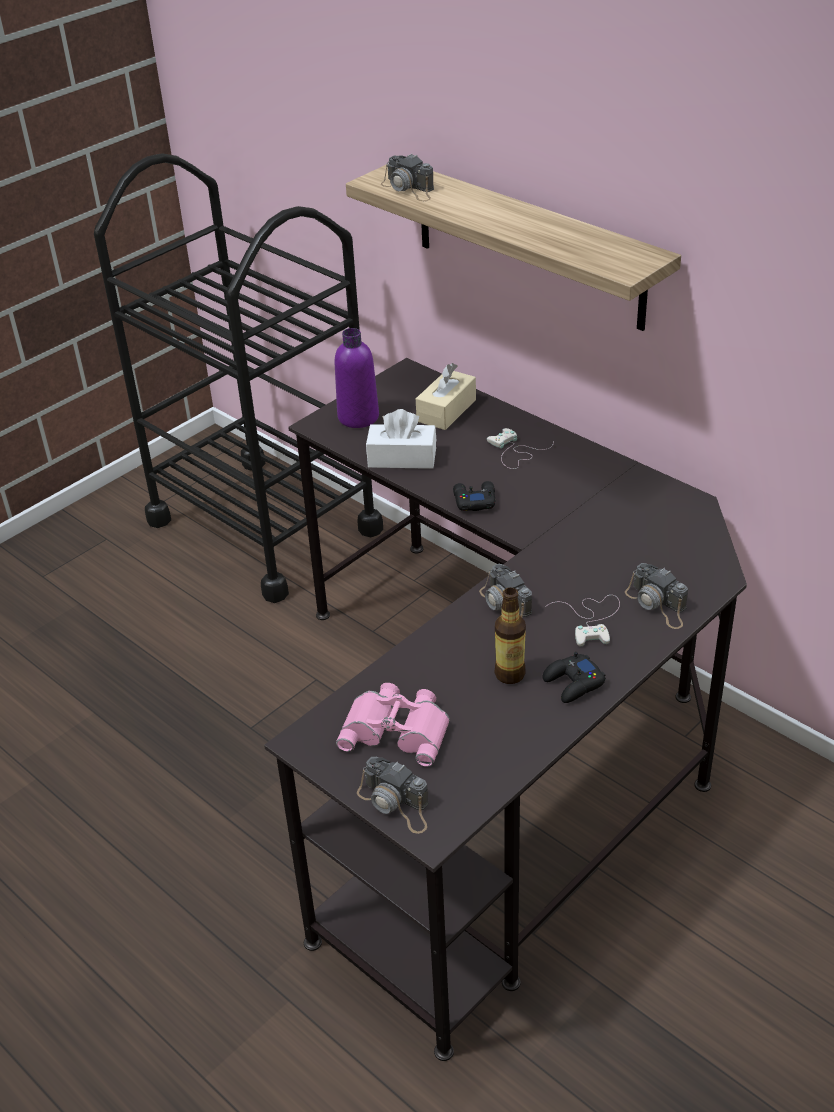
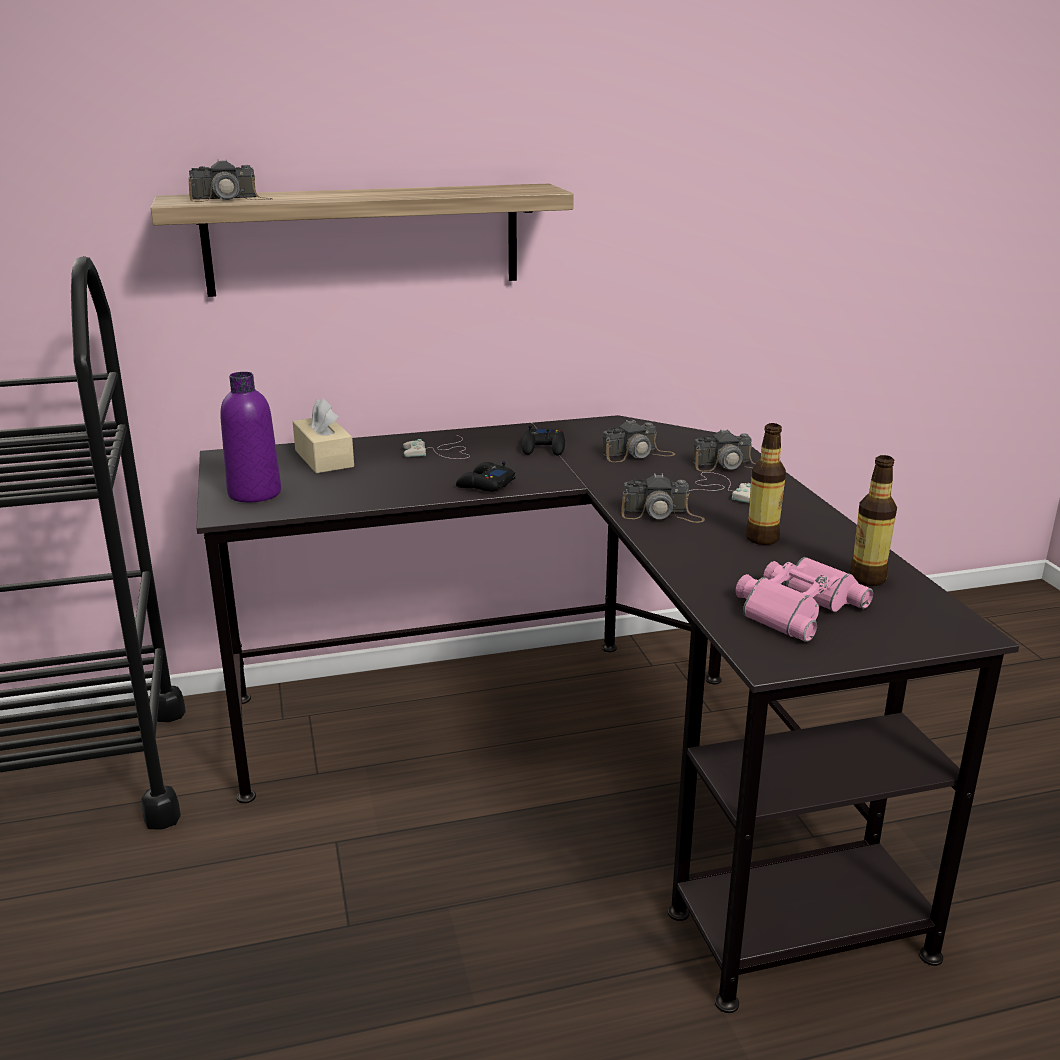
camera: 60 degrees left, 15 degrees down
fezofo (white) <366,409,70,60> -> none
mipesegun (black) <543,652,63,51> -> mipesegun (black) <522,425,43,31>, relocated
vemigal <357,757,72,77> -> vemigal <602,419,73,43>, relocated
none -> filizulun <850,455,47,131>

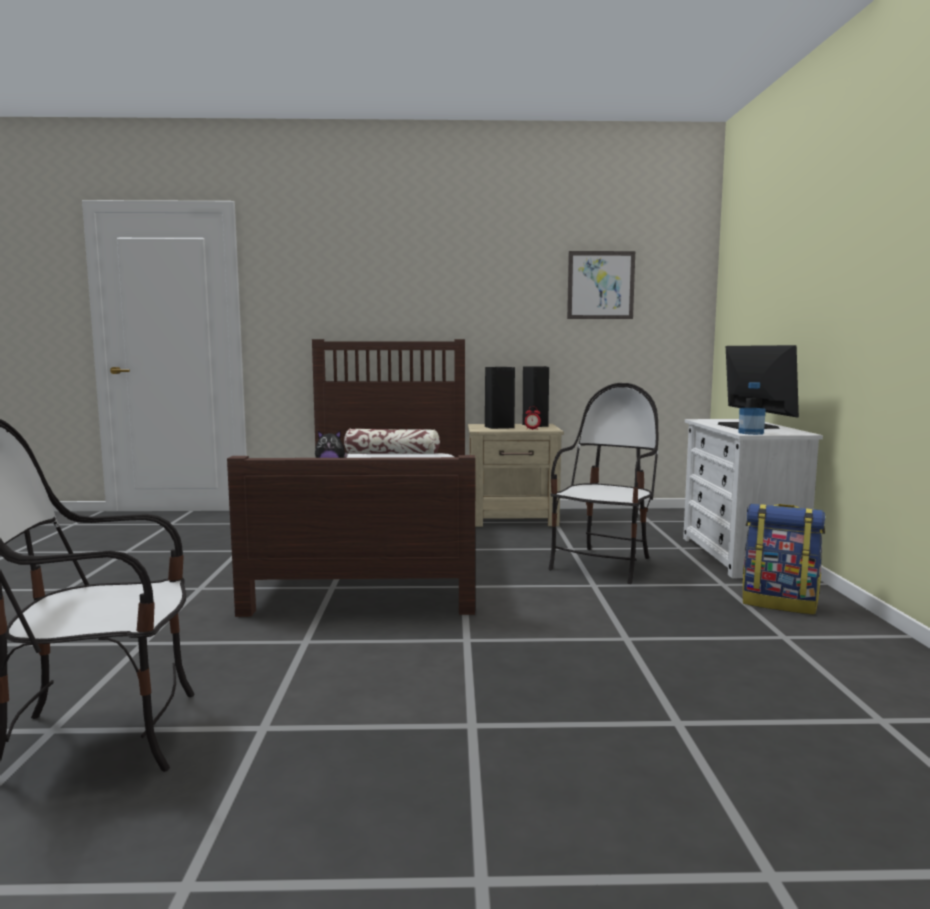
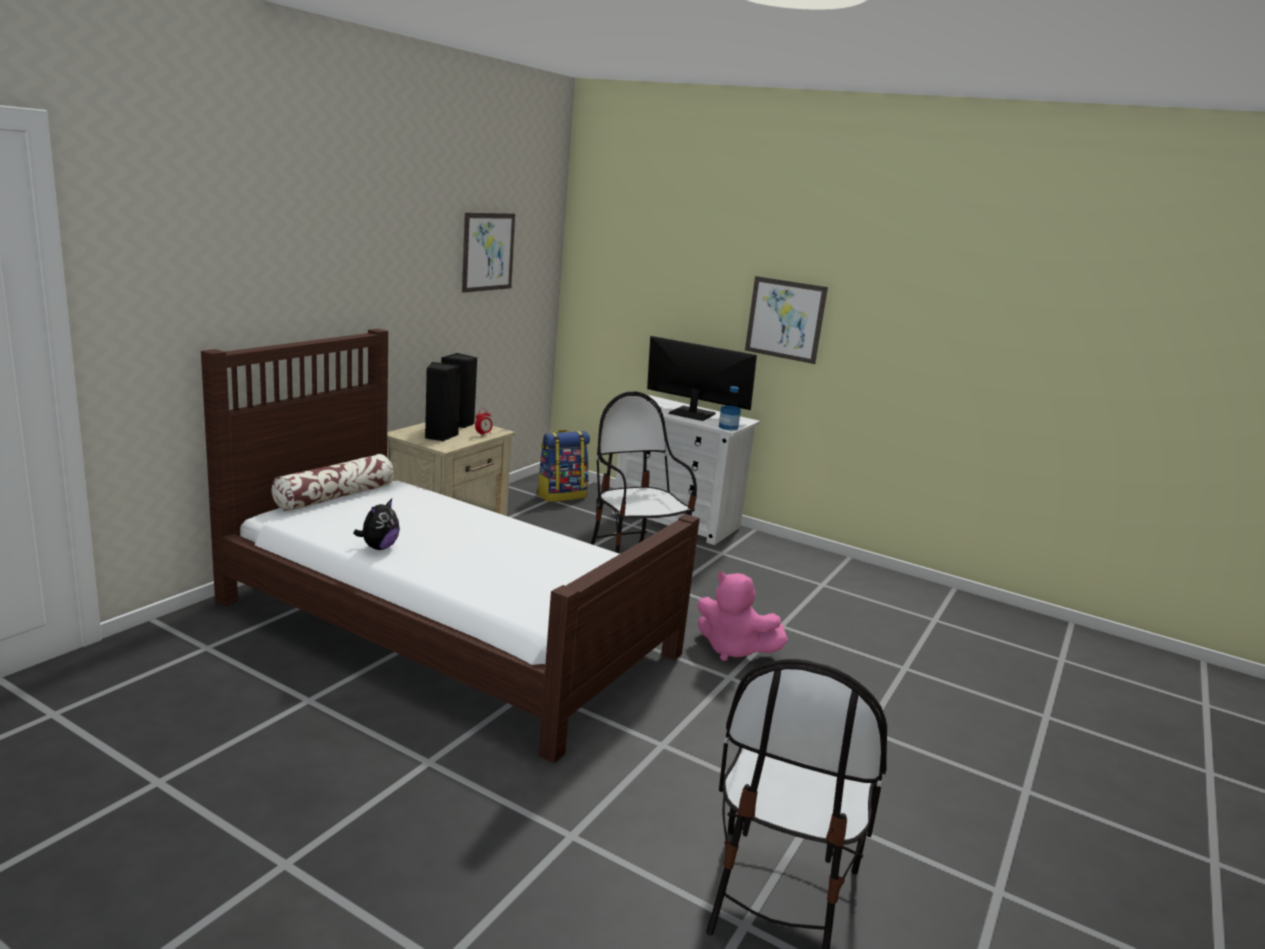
camera: 60 degrees left, 10 degrees up
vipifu <743,504,82,111> -> vipifu <537,430,53,72>, relocated
none -> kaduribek <745,276,83,88>
none -> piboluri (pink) <697,571,91,90>

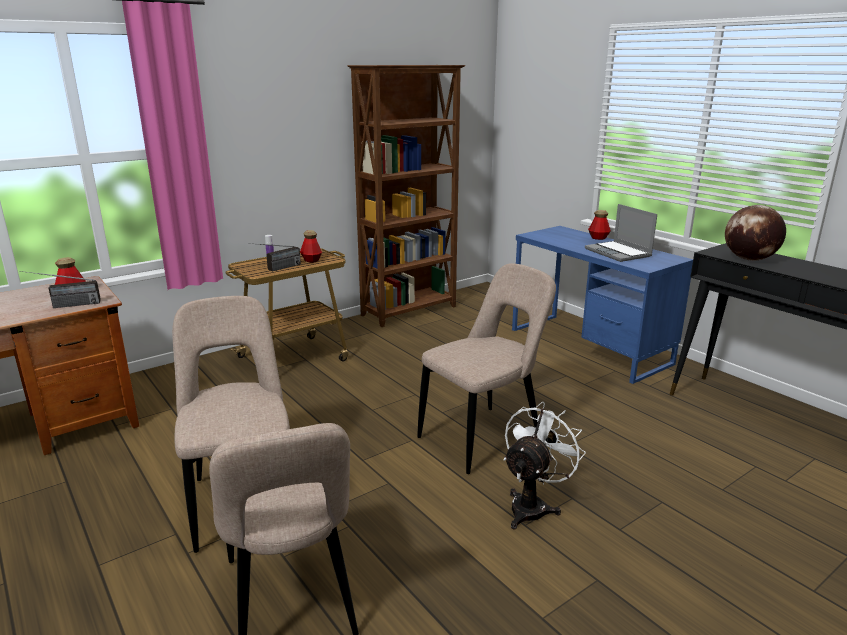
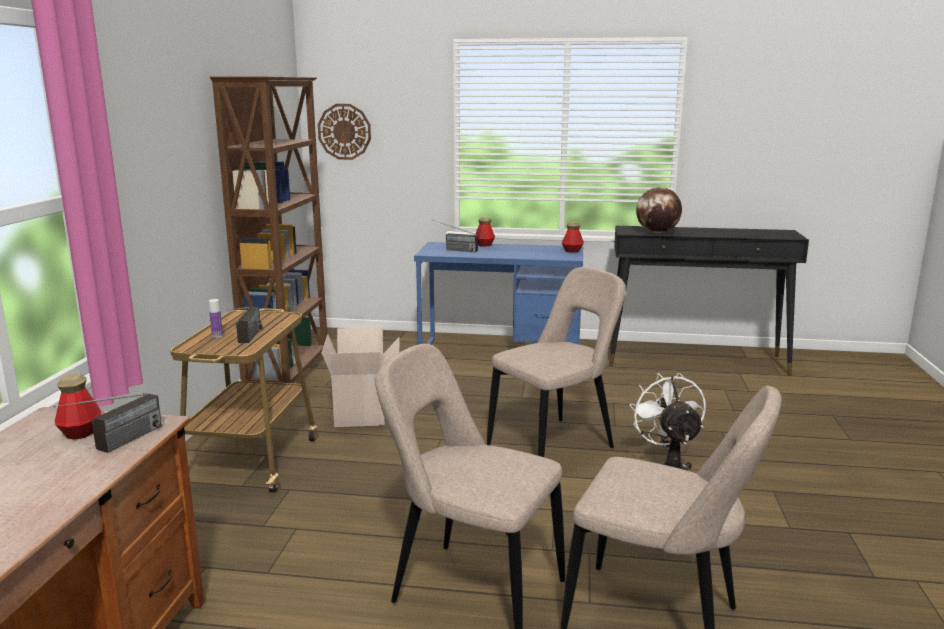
camera: 45 degrees left, 5 degrees down
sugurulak <585,204,72,58> -> none
filizulun <300,230,22,33> -> filizulun <562,222,22,31>, relocated
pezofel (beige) <417,263,139,211> -> pezofel (beige) <487,267,139,190>, 45 degrees clockwise
none -> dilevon <318,104,53,56>
none -> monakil <436,221,42,31>
none -> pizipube <322,327,78,100>

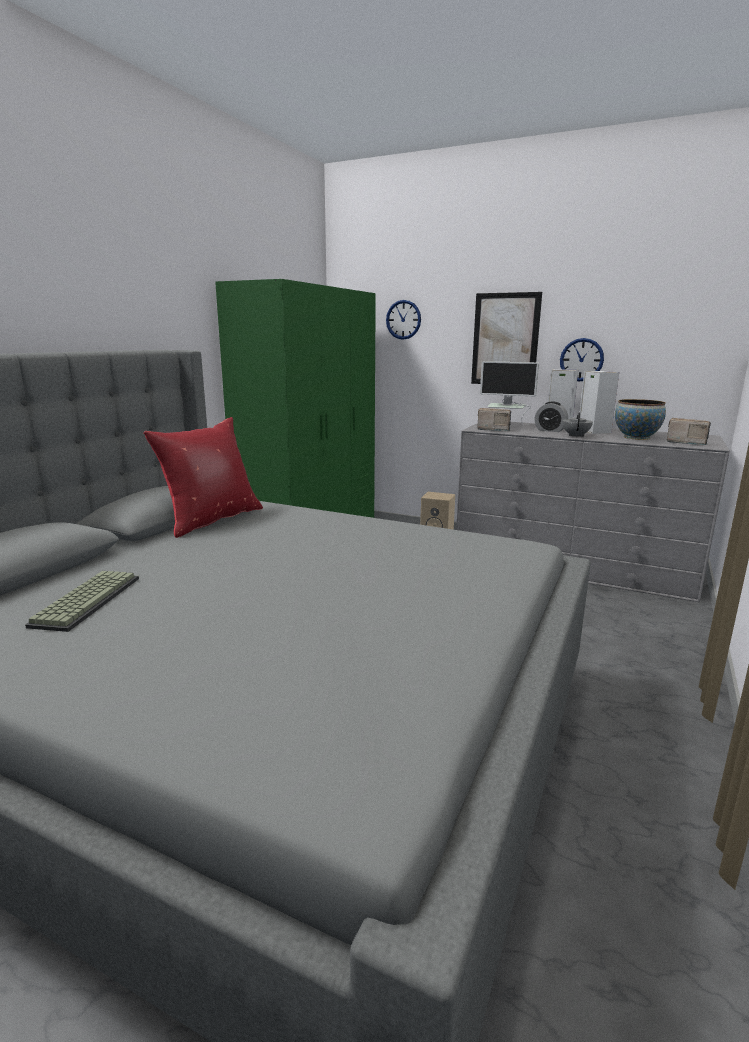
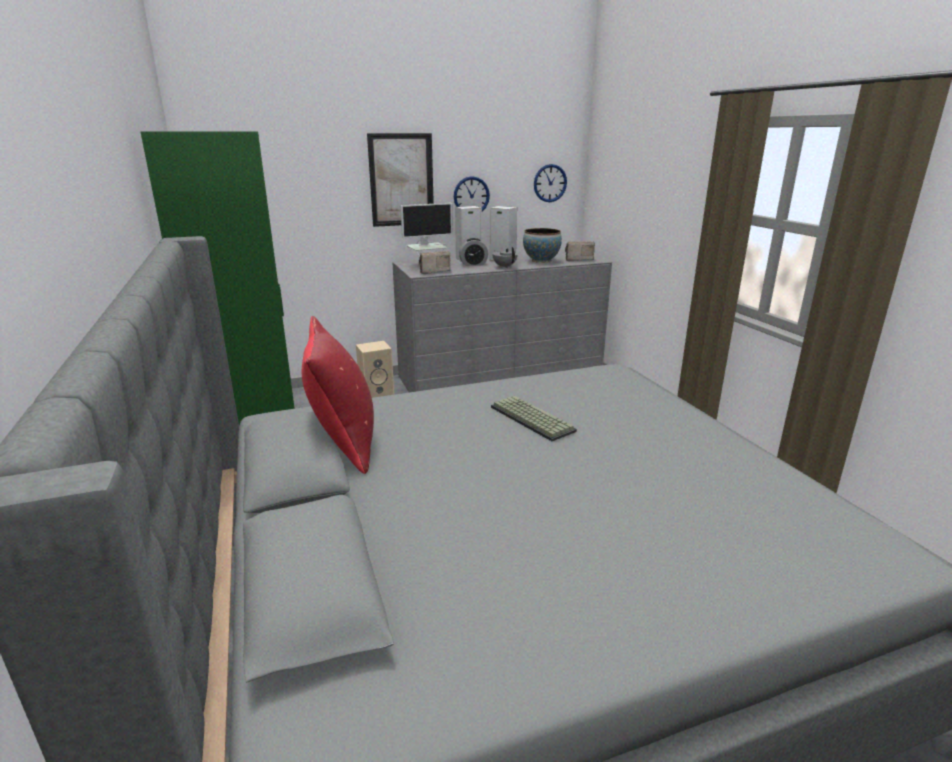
camera: 45 degrees left, 5 degrees up
dilevon <386,300,35,40> -> dilevon <534,164,33,38>, relocated
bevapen <25,571,114,61> -> bevapen <491,396,86,45>, relocated

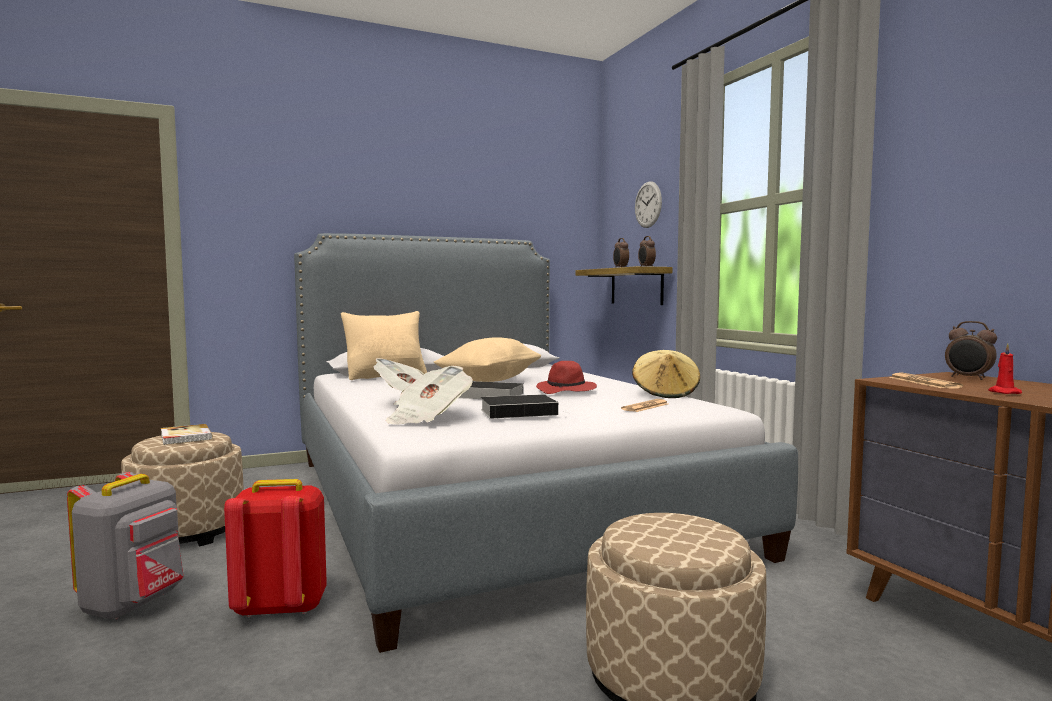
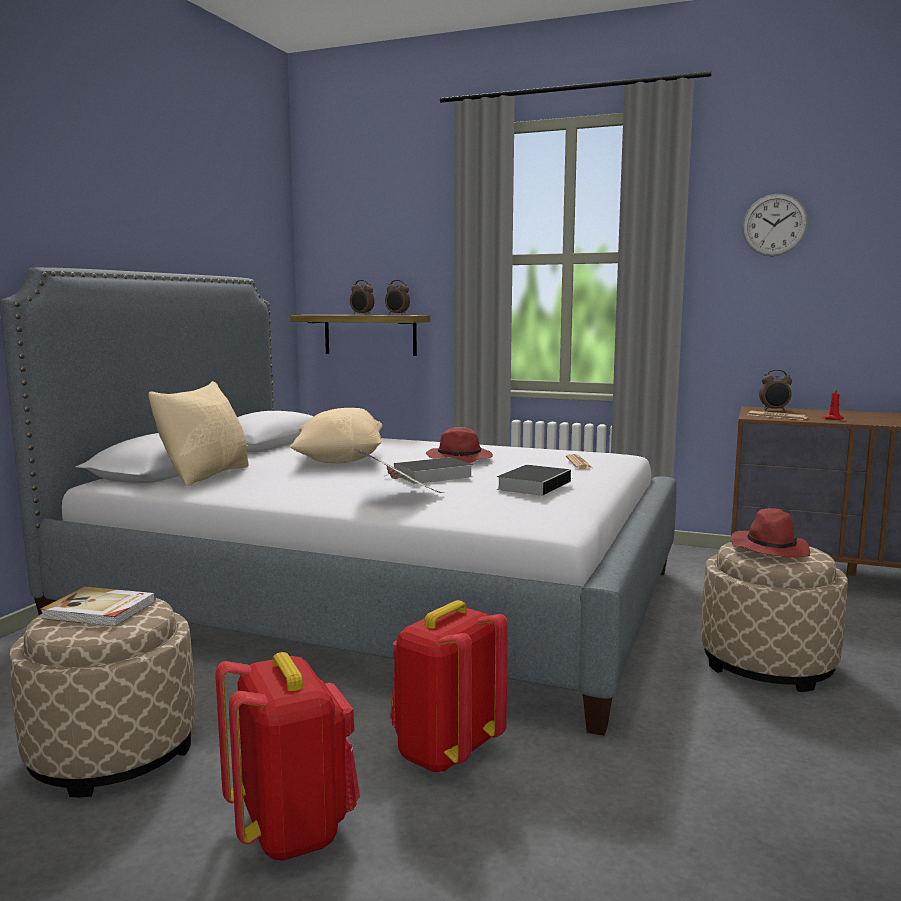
camera: 45 degrees left, 5 degrees up
dilevon <635,181,27,47> -> dilevon <742,194,66,62>, relocated
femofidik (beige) <632,350,68,48> -> none
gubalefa <386,366,87,58> -> none
vipifu (grey) <67,472,117,147> -> vipifu (red) <215,652,145,209>
none -> femofidik (red) <731,508,79,50>

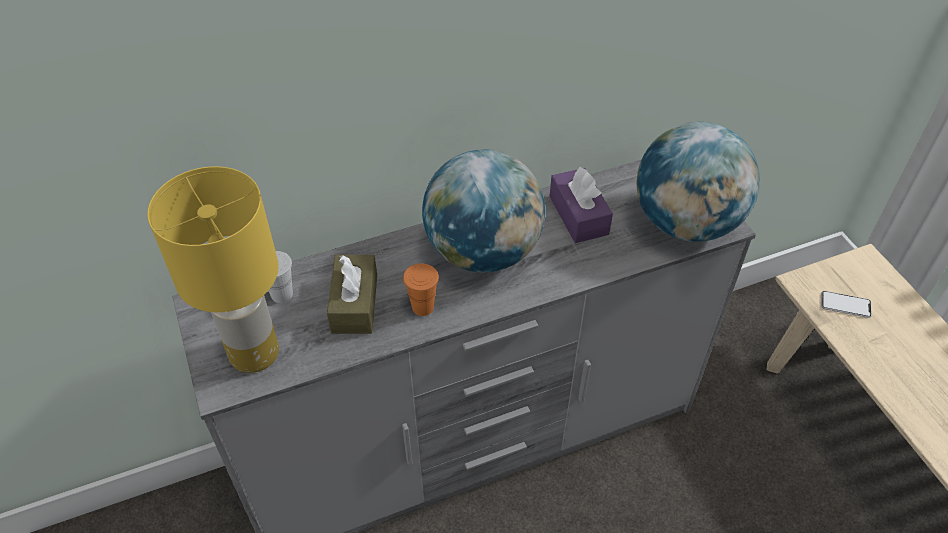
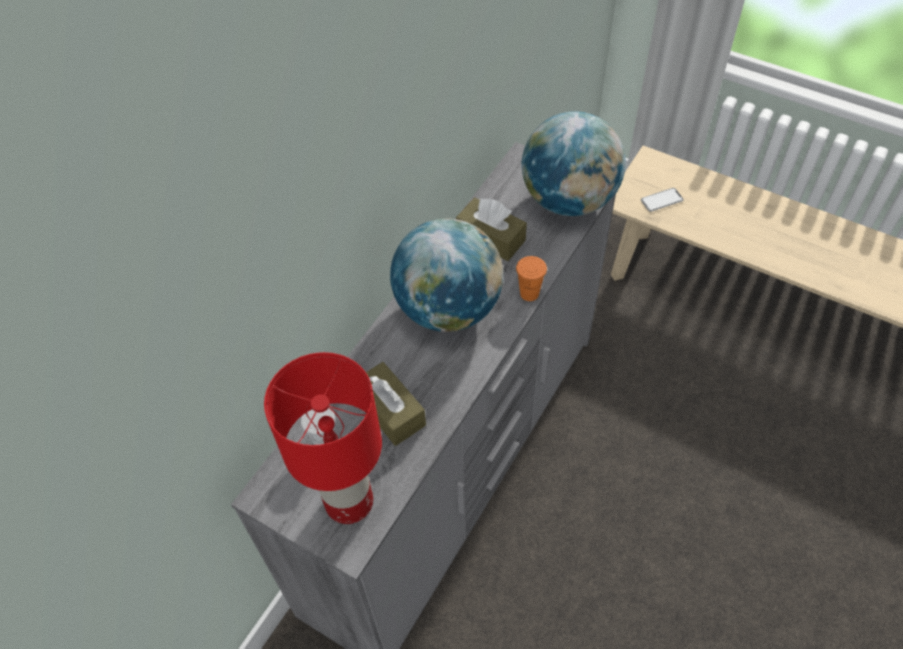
camera: 35 degrees left, 5 degrees up
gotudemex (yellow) <147,166,132,207> -> gotudemex (red) <264,352,118,172>
fezofo (purple) <550,167,63,76> -> fezofo (brown) <456,197,71,64>
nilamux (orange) <403,263,36,53> -> nilamux (orange) <516,256,31,45>, relocated

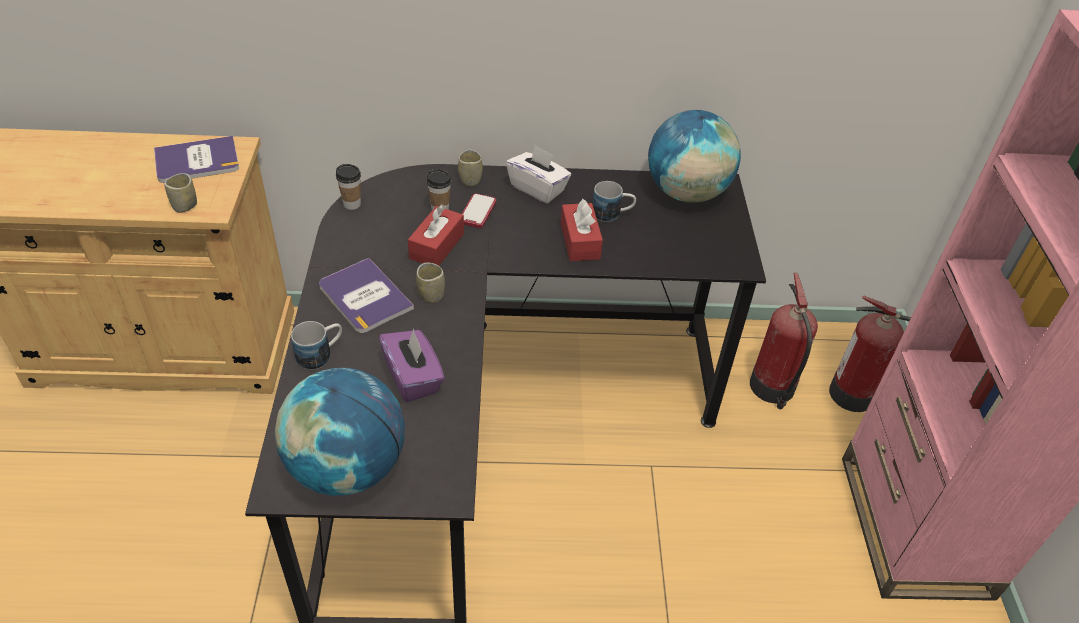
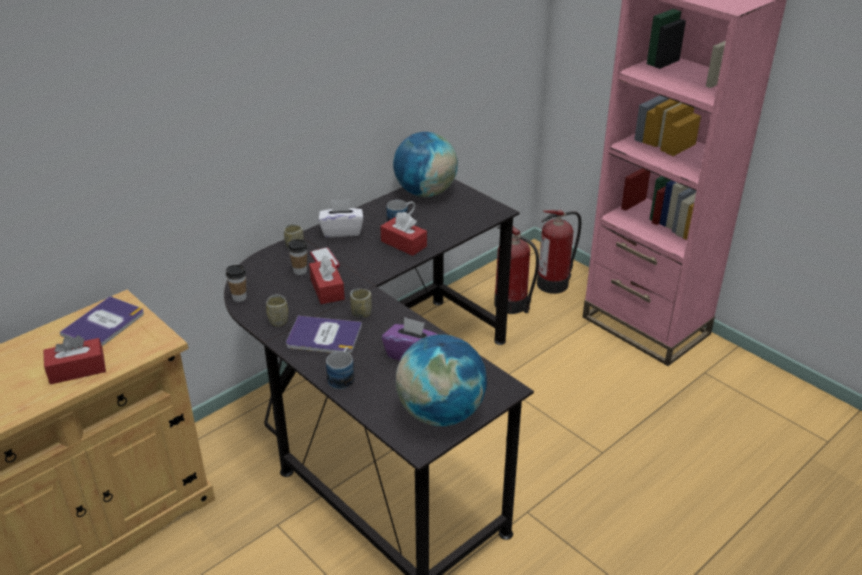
camera: 40 degrees left, 10 degrees down
nilamux <164,173,33,40> -> nilamux <266,295,22,32>, relocated
none -> fezofo (red) <43,335,63,49>

